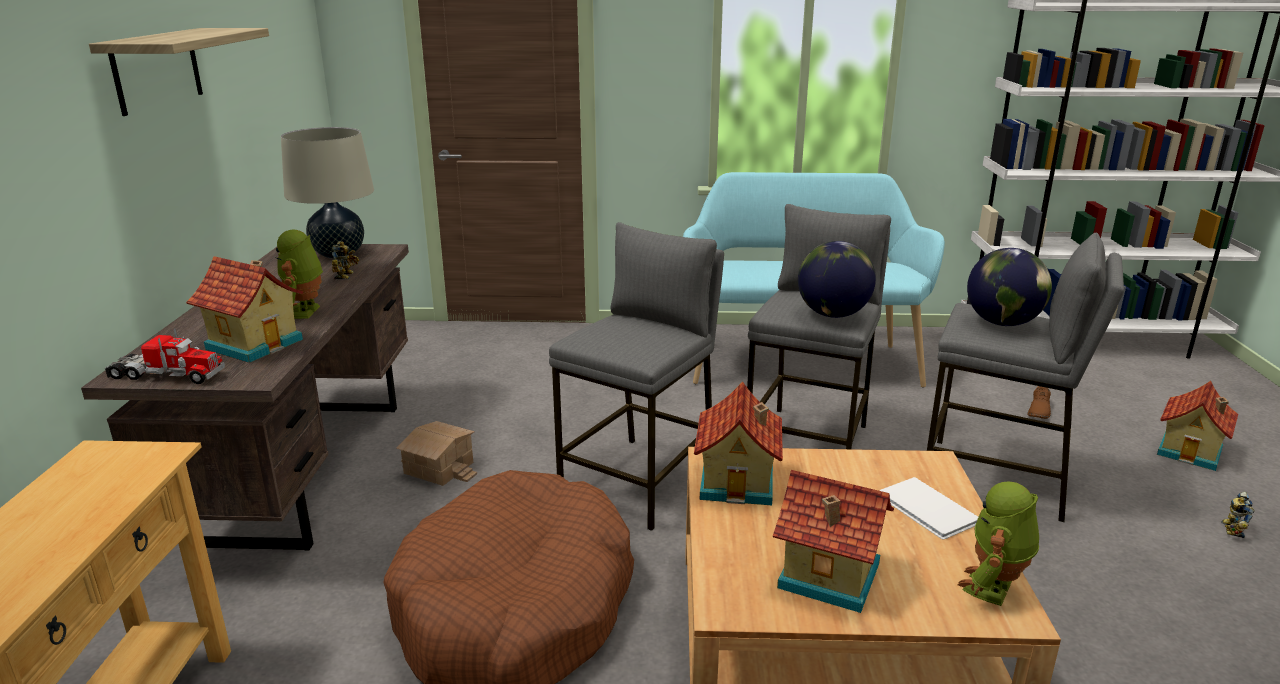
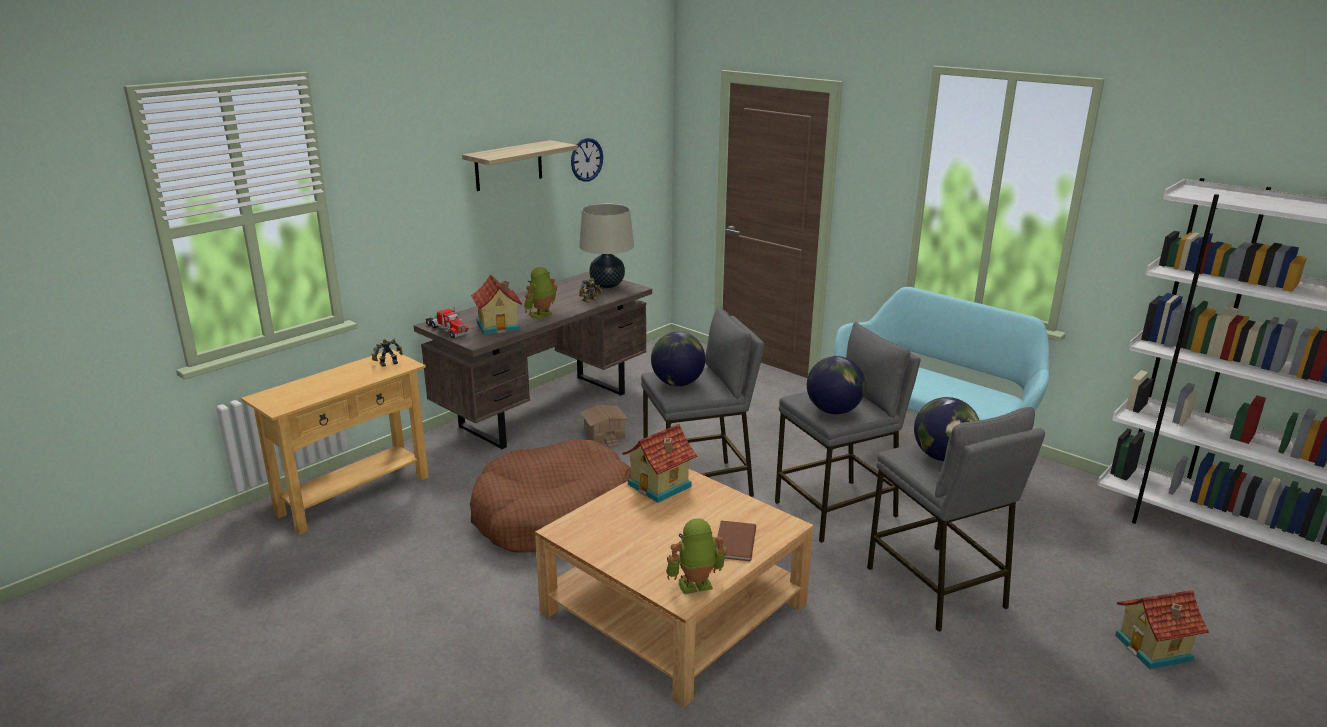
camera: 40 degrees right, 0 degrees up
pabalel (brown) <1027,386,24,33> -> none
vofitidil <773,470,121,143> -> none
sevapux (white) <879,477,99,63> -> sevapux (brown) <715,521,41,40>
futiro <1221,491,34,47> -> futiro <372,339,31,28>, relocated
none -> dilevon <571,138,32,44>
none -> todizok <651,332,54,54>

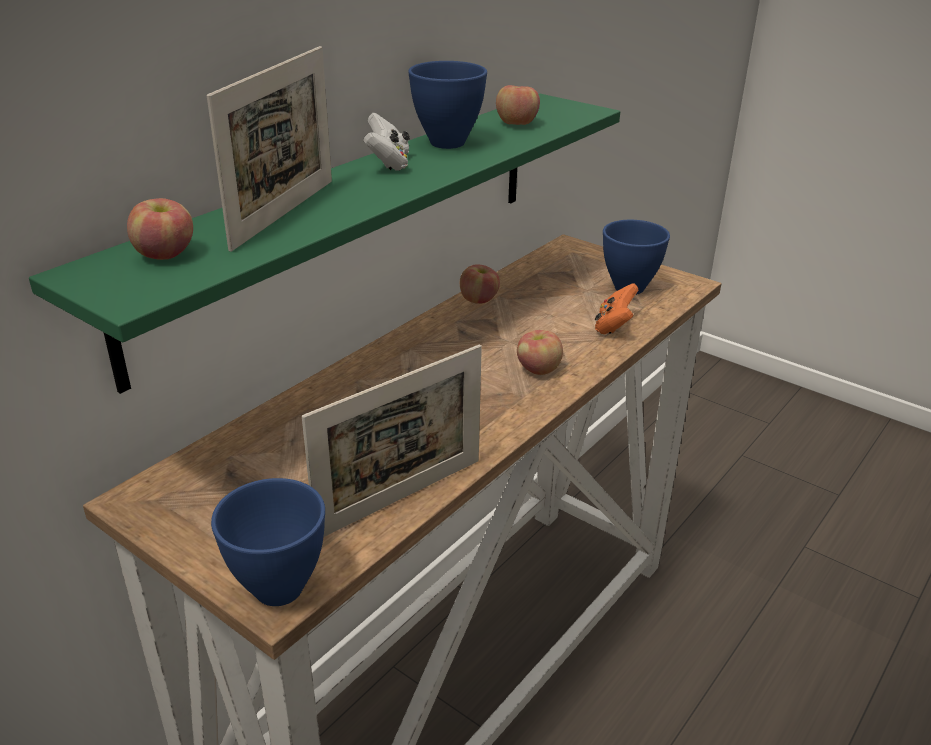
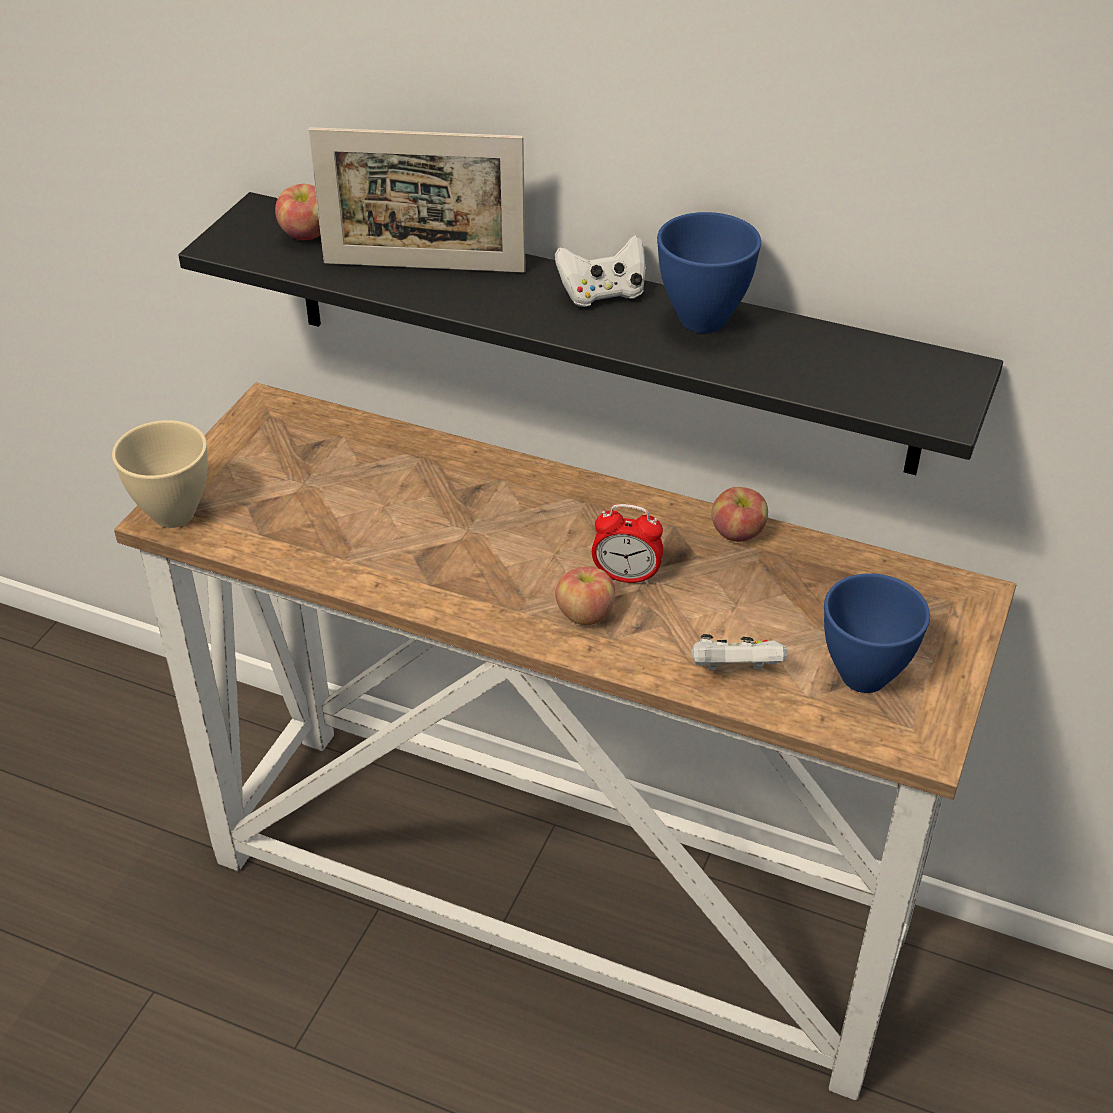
camera: 75 degrees right, 10 degrees up
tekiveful <496,85,44,40> -> none
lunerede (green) <29,94,591,300> -> lunerede (black) <178,192,825,283>
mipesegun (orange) <595,283,43,51> -> mipesegun (white) <691,634,96,37>
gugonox <302,344,180,193> -> none
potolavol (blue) <211,478,114,128> -> potolavol (beige) <112,420,96,108>
none -> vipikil <592,504,71,81>

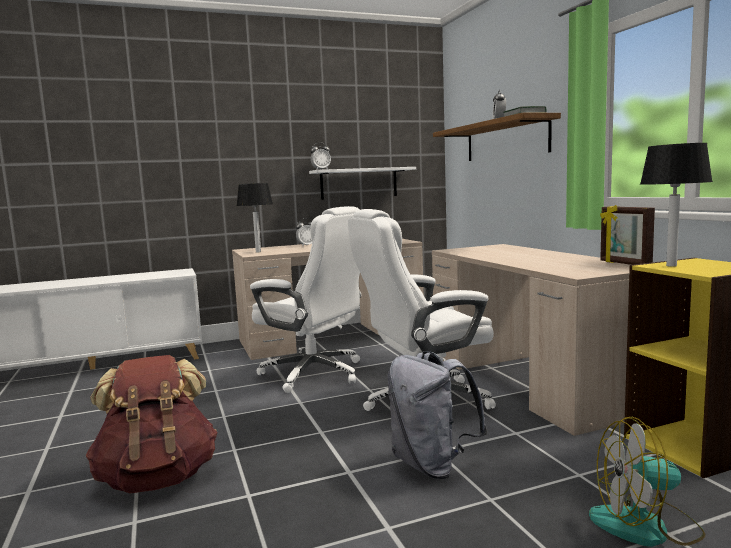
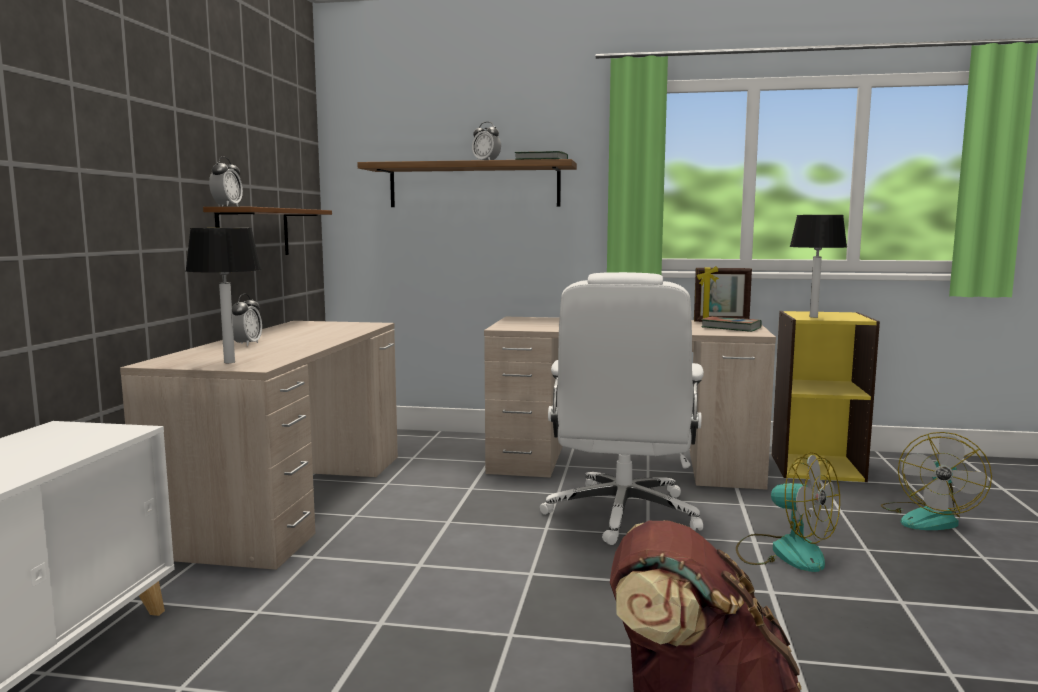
camera: 60 degrees left, 0 degrees up
lunerede (white) <309,167,107,33> -> lunerede (brown) <203,207,129,48>
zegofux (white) <250,206,111,187> -> none
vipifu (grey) <388,351,99,128> -> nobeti <736,452,104,120>
none -> sevapux <702,316,60,16>

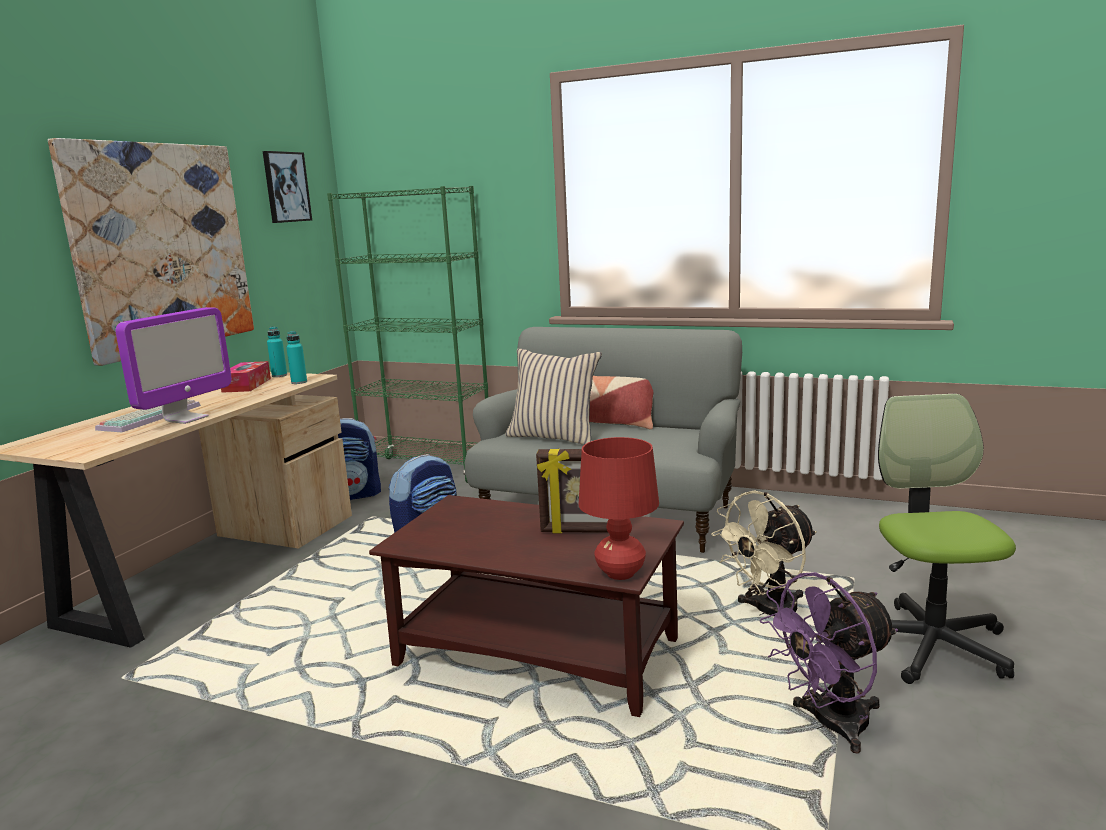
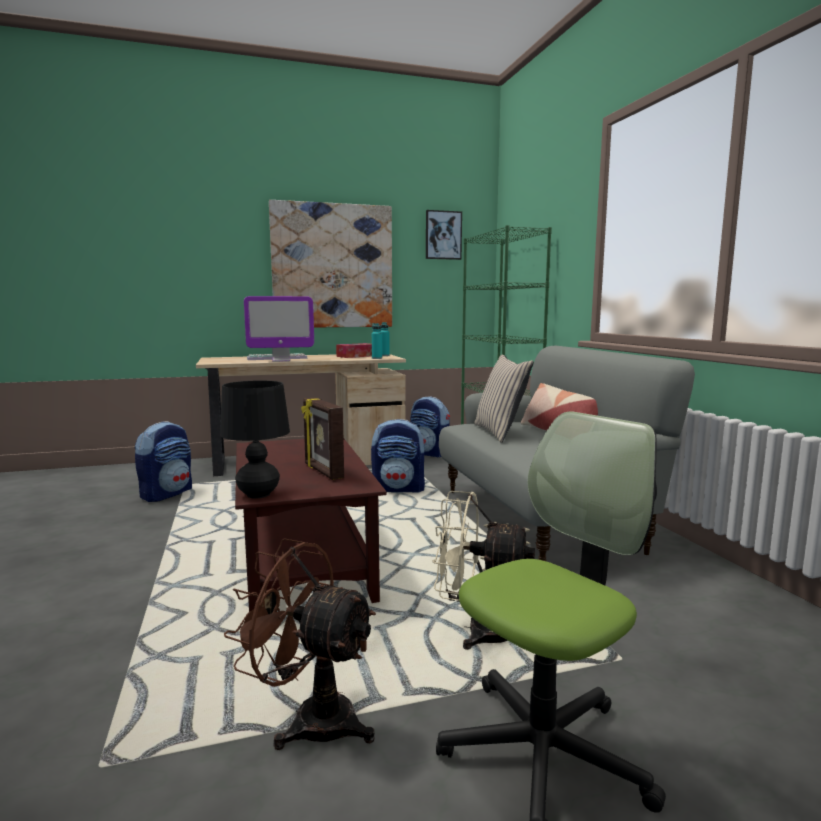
camera: 50 degrees right, 5 degrees down
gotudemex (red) <579,437,80,143> -> gotudemex (black) <220,380,70,119>
nobeti (purple) <760,572,138,182> -> nobeti (brown) <224,538,152,212>
none -> vipifu <135,421,57,81>

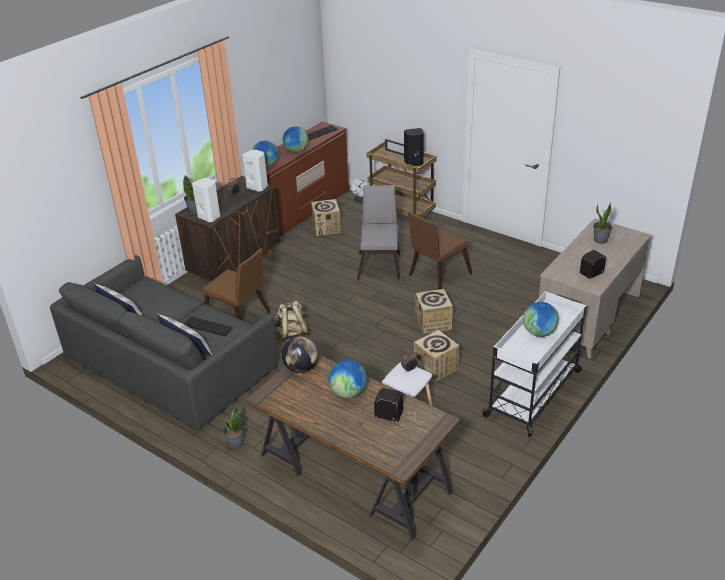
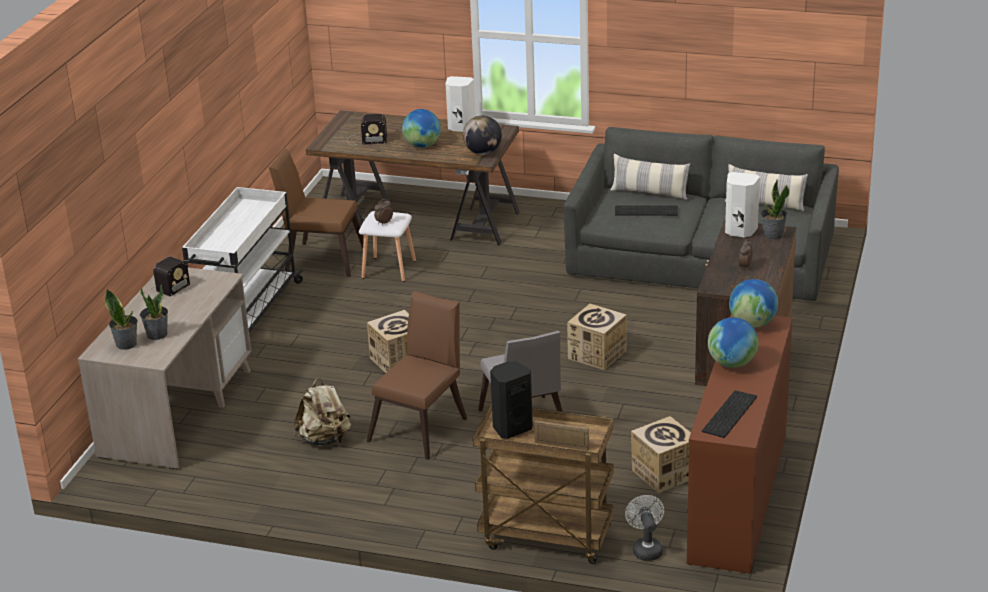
camera: 160 degrees right, 5 degrees down
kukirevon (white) <243,150,25,42> -> kukirevon (white) <446,76,30,56>, relocated
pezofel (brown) <202,248,69,72> -> pezofel (brown) <269,148,95,129>, relocated
vipifu (beige) <274,301,37,41> -> vipifu (beige) <294,378,57,67>, relocated
todizok <523,302,36,35> -> none
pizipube <414,330,45,53> -> pizipube <567,304,60,66>, relocated
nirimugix <223,405,21,44> -> nirimugix <105,289,33,61>, relocated

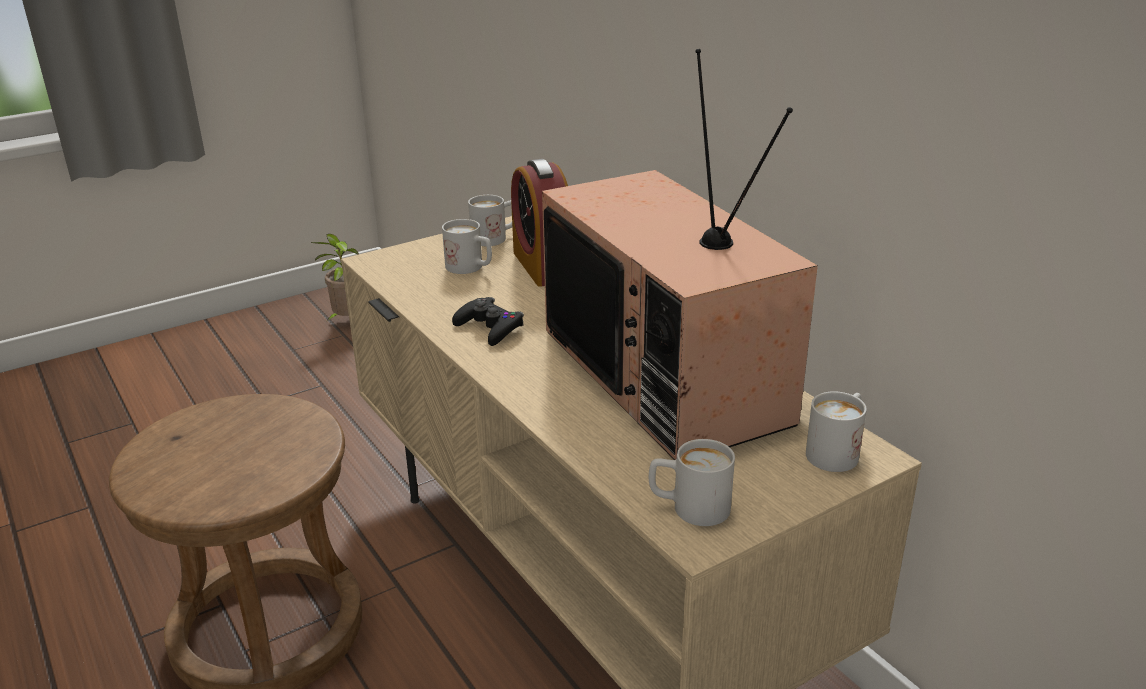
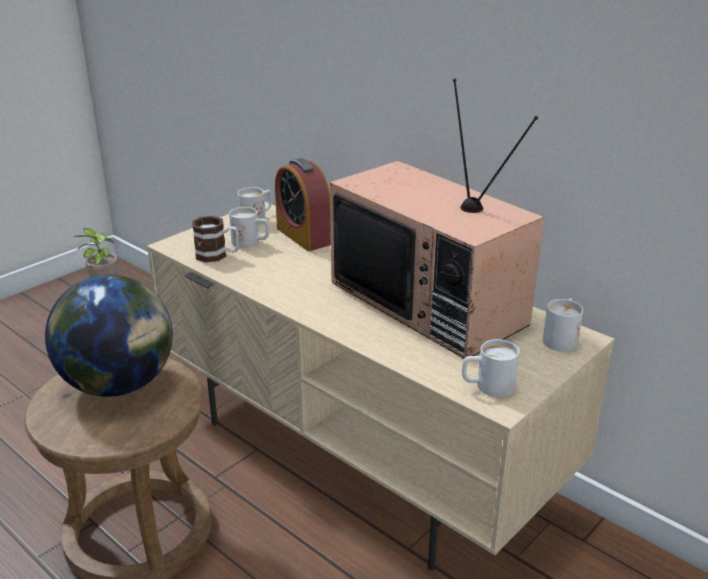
camera: 15 degrees left, 0 degrees up
mipesegun (black) <452,297,72,49> -> none
none -> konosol <192,216,47,47>
none -> todizok <45,275,128,122>

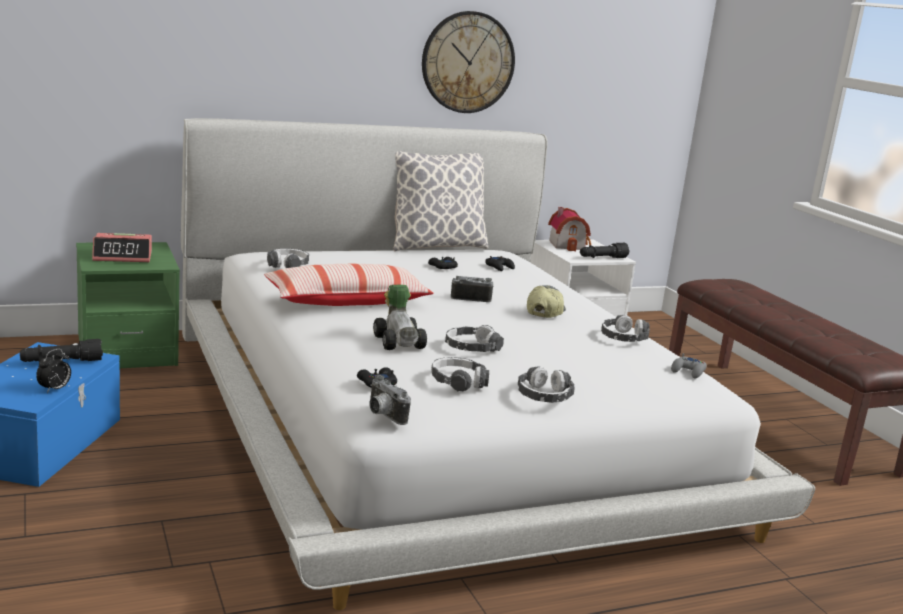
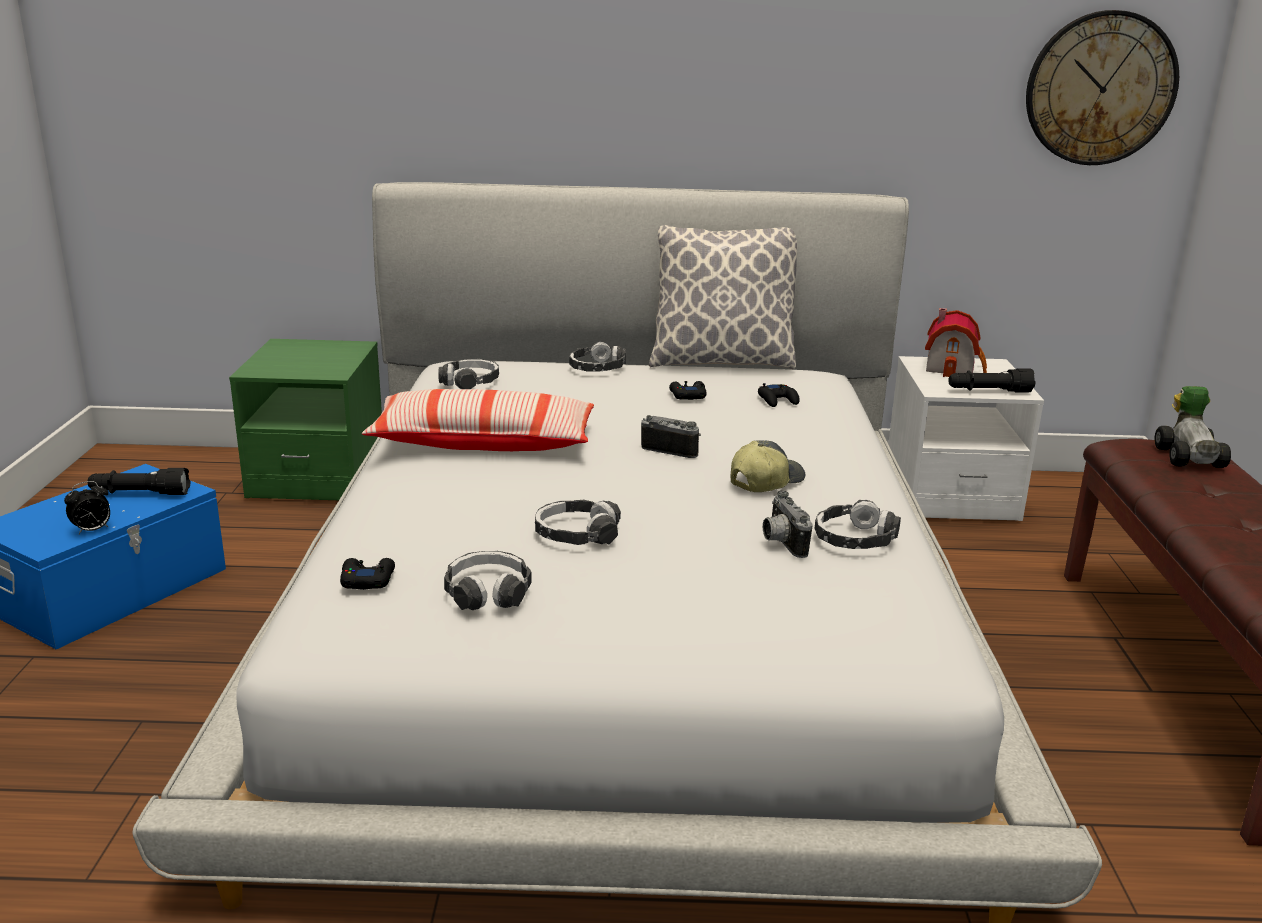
camera: 25 degrees right, 5 degrees up
dilevon <422,11,93,102> -> dilevon <1026,10,153,155>, relocated
vipikil <92,233,60,29> -> none
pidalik <373,285,54,65> -> pidalik <1154,386,77,82>, relocated
mipesegun (grey) <671,353,36,25> -> none
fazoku <518,366,57,37> -> fazoku <569,342,57,30>, relocated
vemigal <369,375,42,50> -> vemigal <763,490,50,68>, relocated

